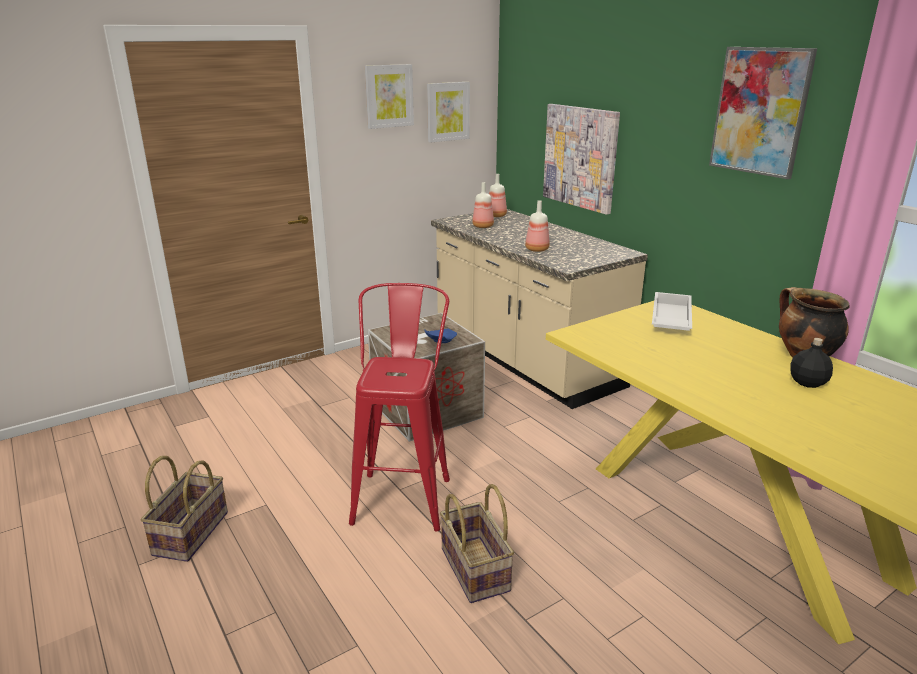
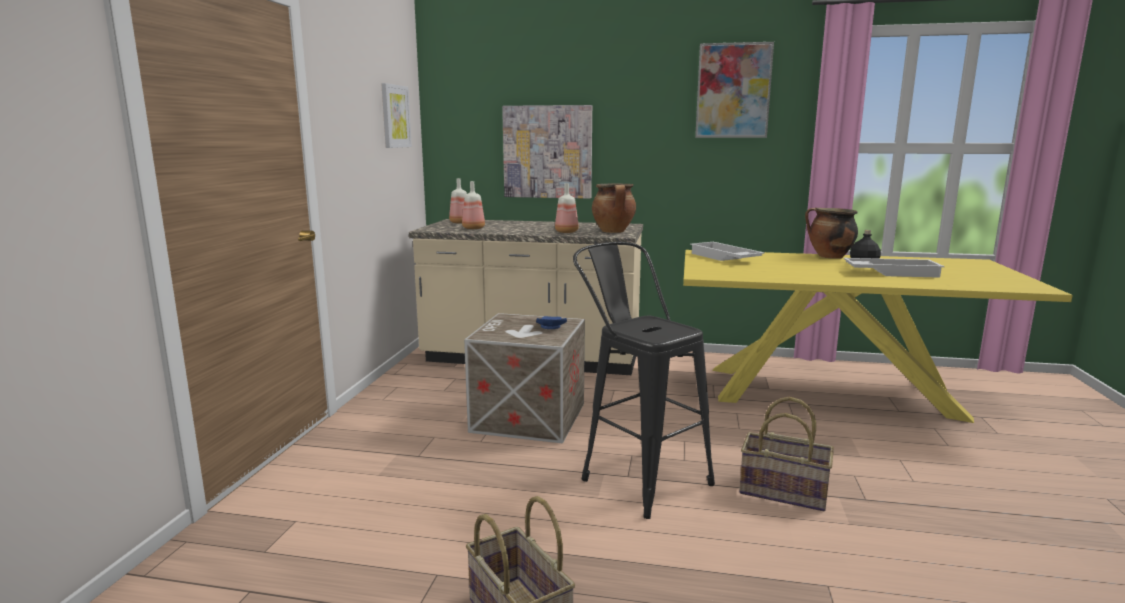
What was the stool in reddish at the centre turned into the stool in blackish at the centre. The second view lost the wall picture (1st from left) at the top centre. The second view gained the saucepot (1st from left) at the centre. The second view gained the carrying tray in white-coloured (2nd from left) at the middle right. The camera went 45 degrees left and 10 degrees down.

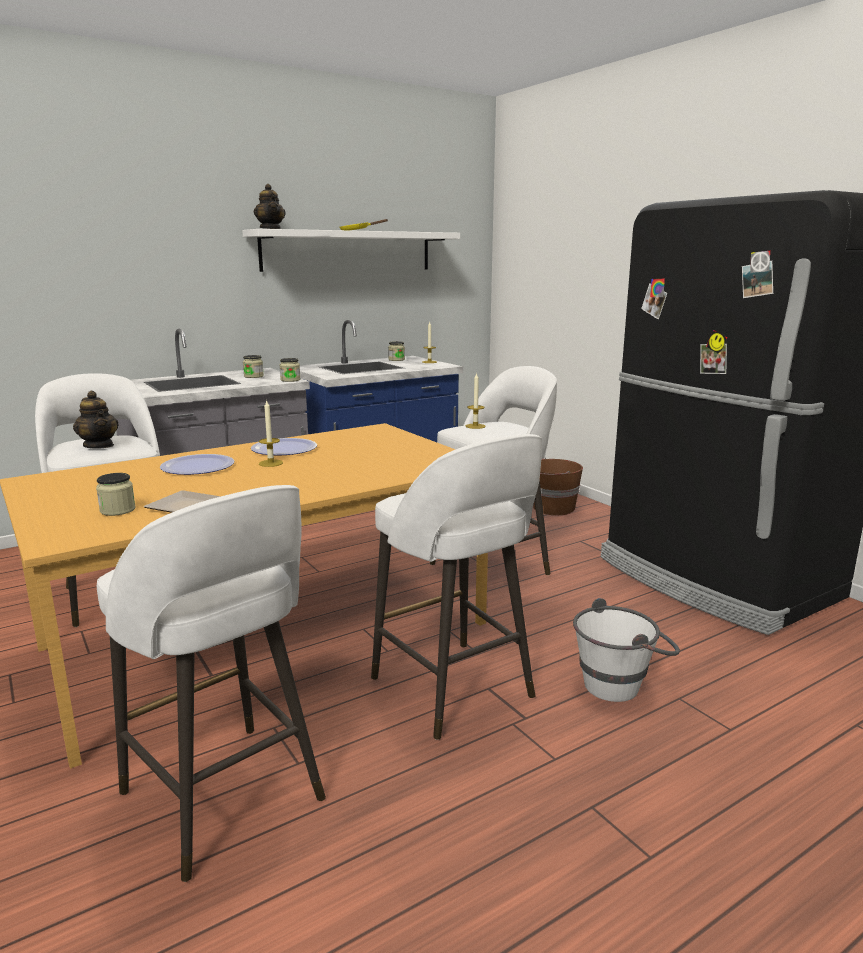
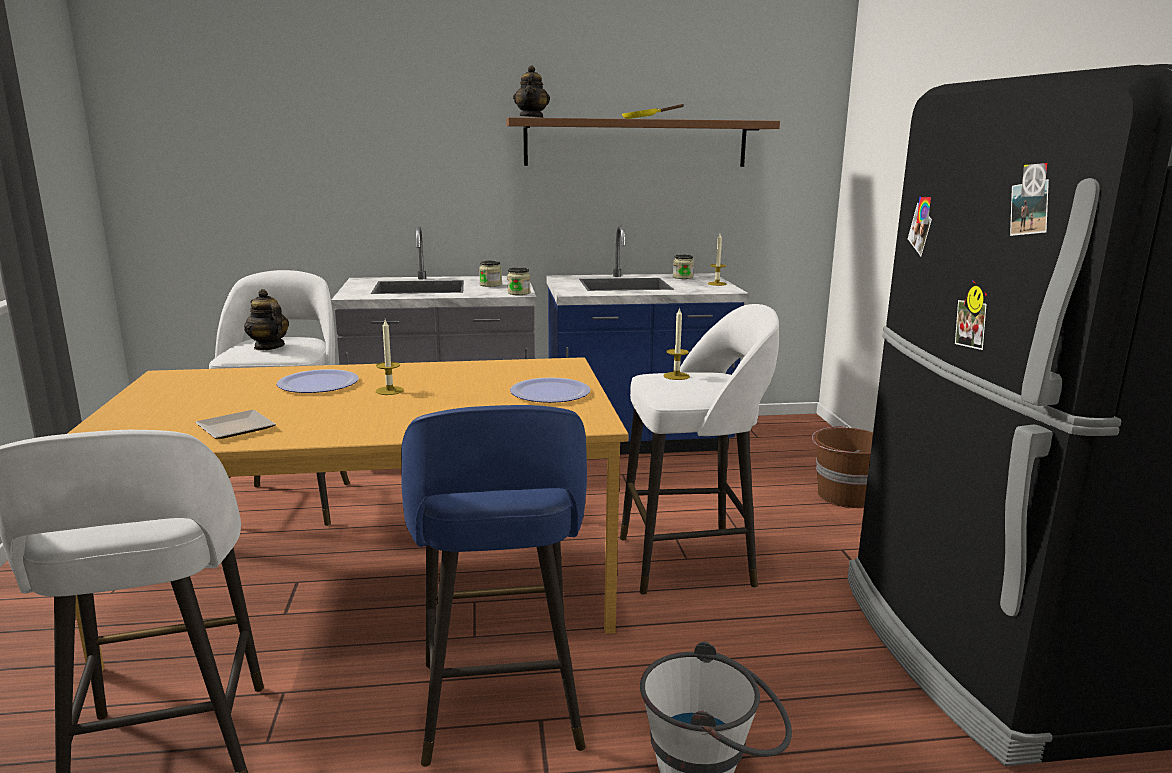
The teapot (1st from left) at the middle left ended up facing another way, 150 degrees clockwise from before. The second view lost the preserve jar (1st from left) at the middle left. What was the wall shelf in white-coloured at the top centre turned into the wall shelf in brown at the top centre. The dinner plate (3rd from left) ended up elsewhere, having gone from the middle left to the centre. What was the stool in white-coloured (3rd from left) at the centre turned into the stool in blue-coloured at the bottom centre. The camera went 25 degrees right and 0 degrees up.

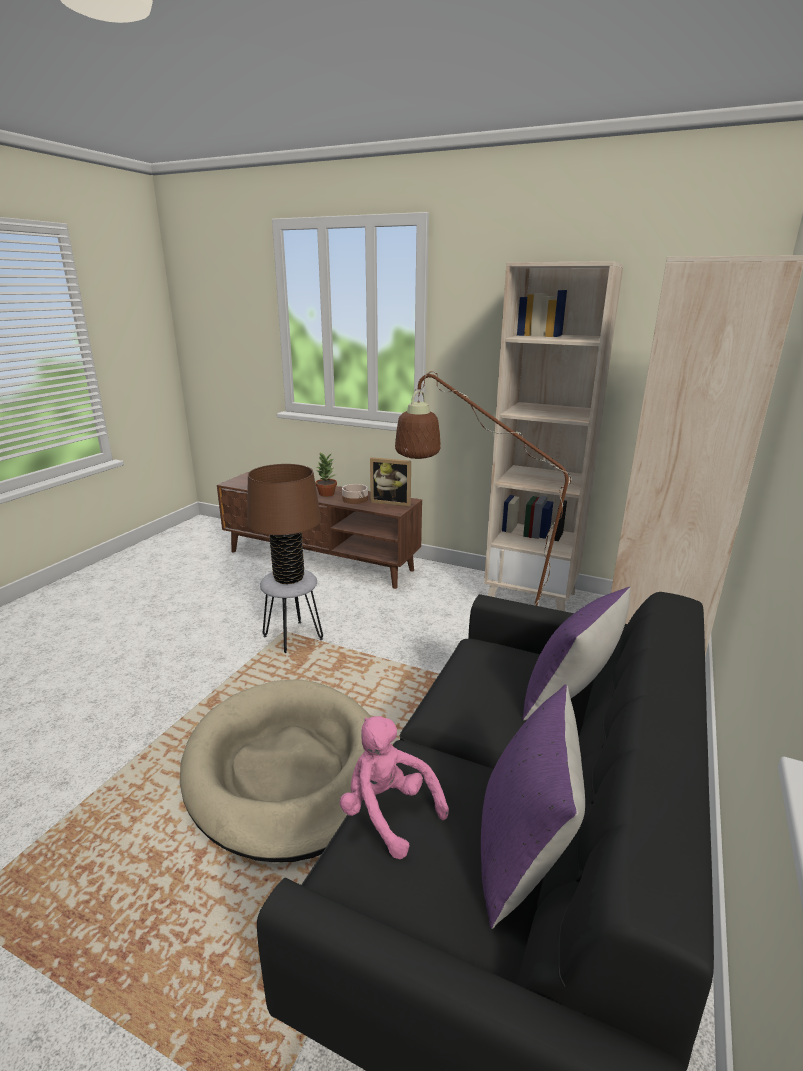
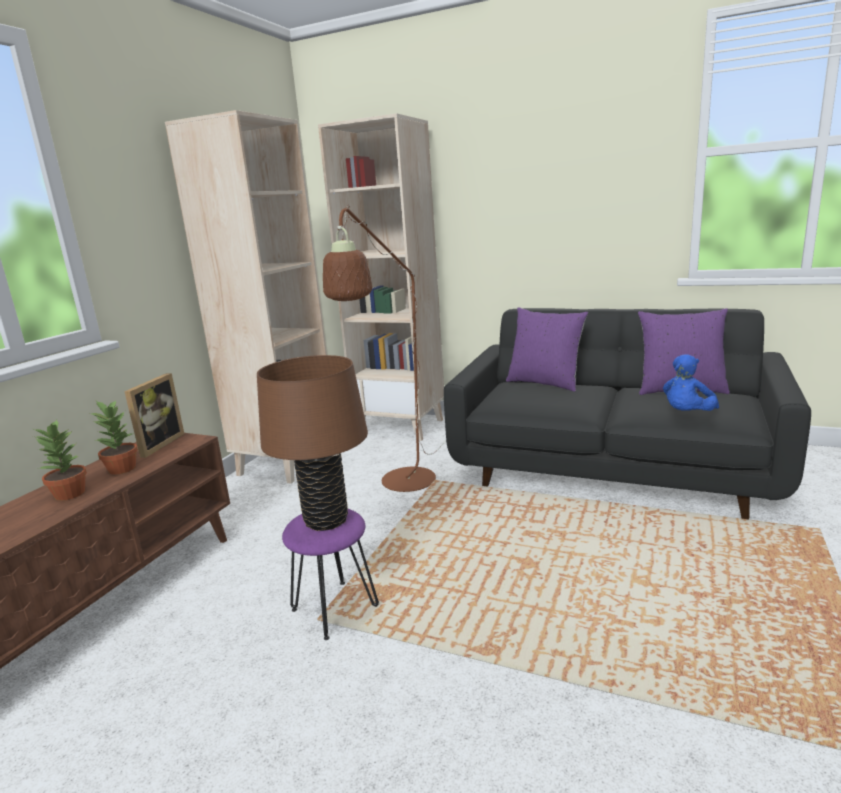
The second view lost the dog bed in beige at the bottom centre. What was the stool in gray at the centre turned into the stool in purplish at the bottom centre. What was the soft toy in pinkish at the bottom centre turned into the soft toy in blue-coloured at the middle right. Where the bowl stood at the centre, the potted plant (2nd from left) came to stand at the middle left. The camera went 90 degrees left and 5 degrees down.

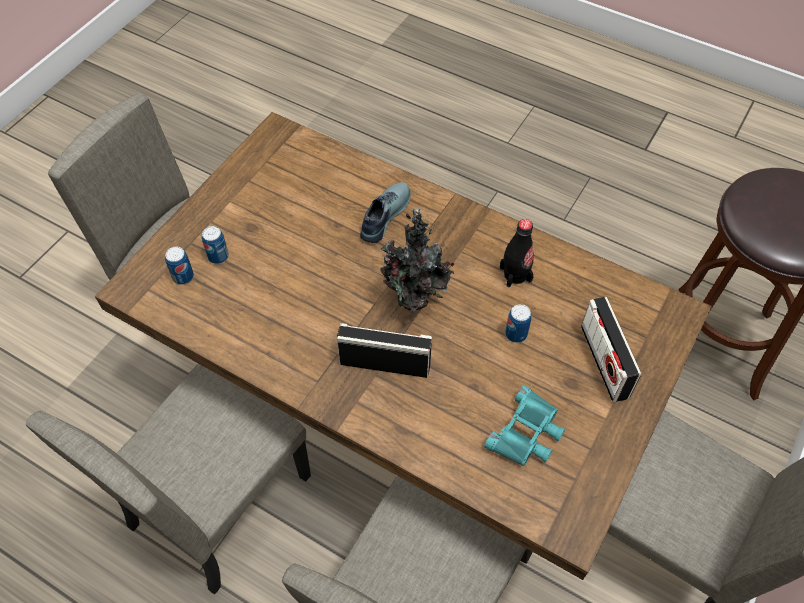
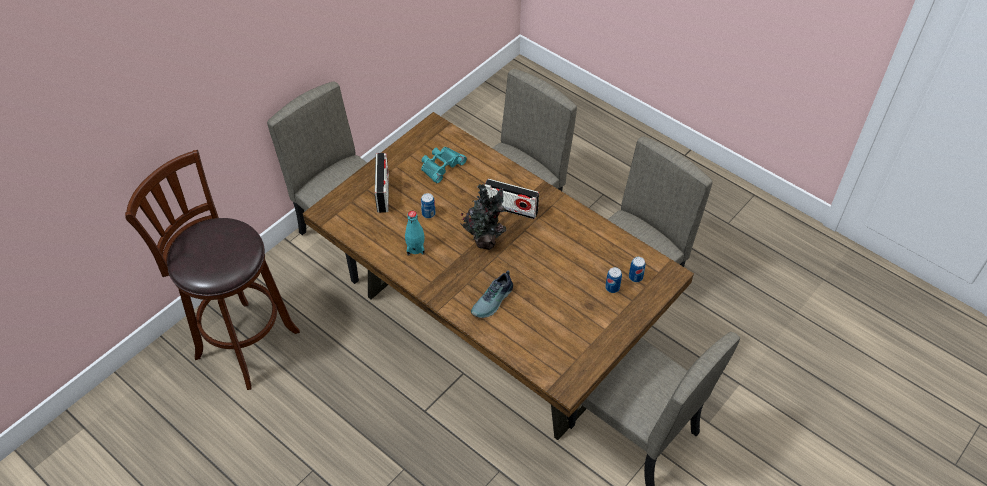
What was the bottle in blackish at the centre turned into the bottle in blue-green at the centre. The camera went 170 degrees left and 5 degrees down.

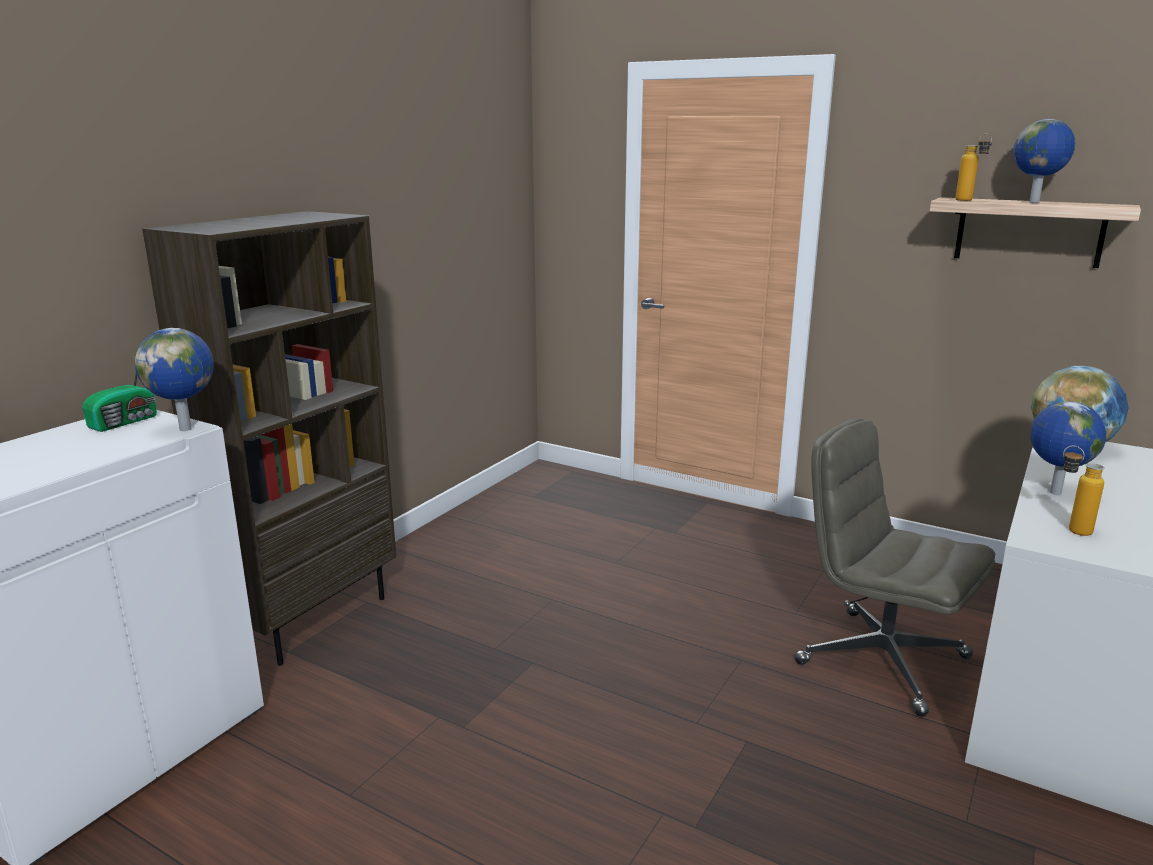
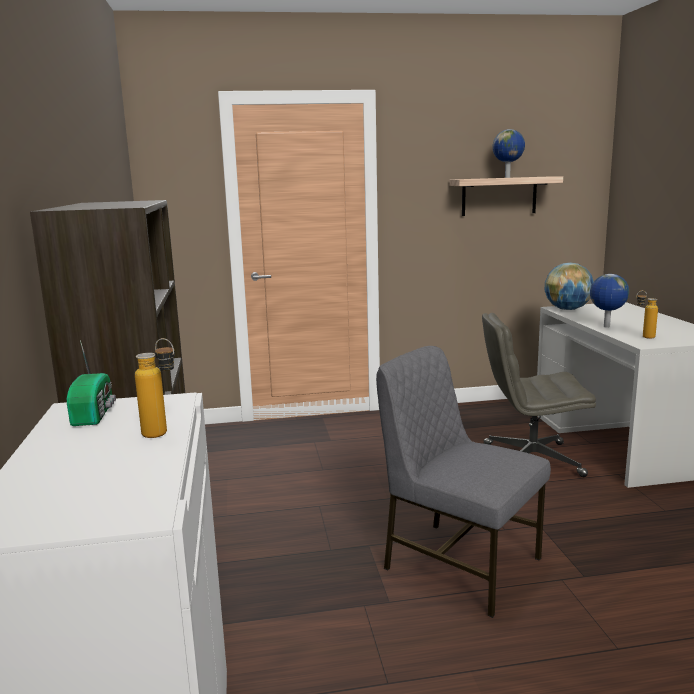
The second view lost the desk globe (1st from left) at the middle left. The bottle (1st from left) ended up elsewhere, having gone from the top right to the middle left. The second view gained the chair in gray at the bottom right. The camera went 40 degrees left and 5 degrees down.

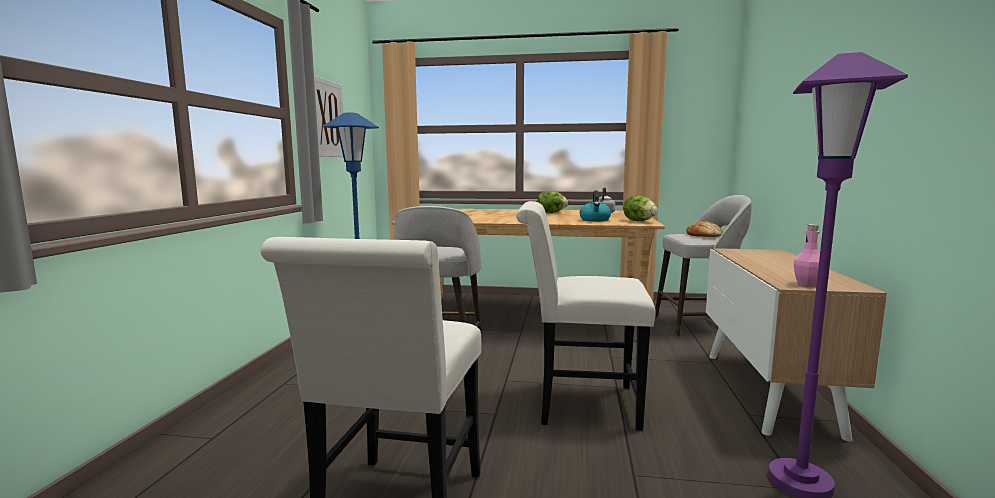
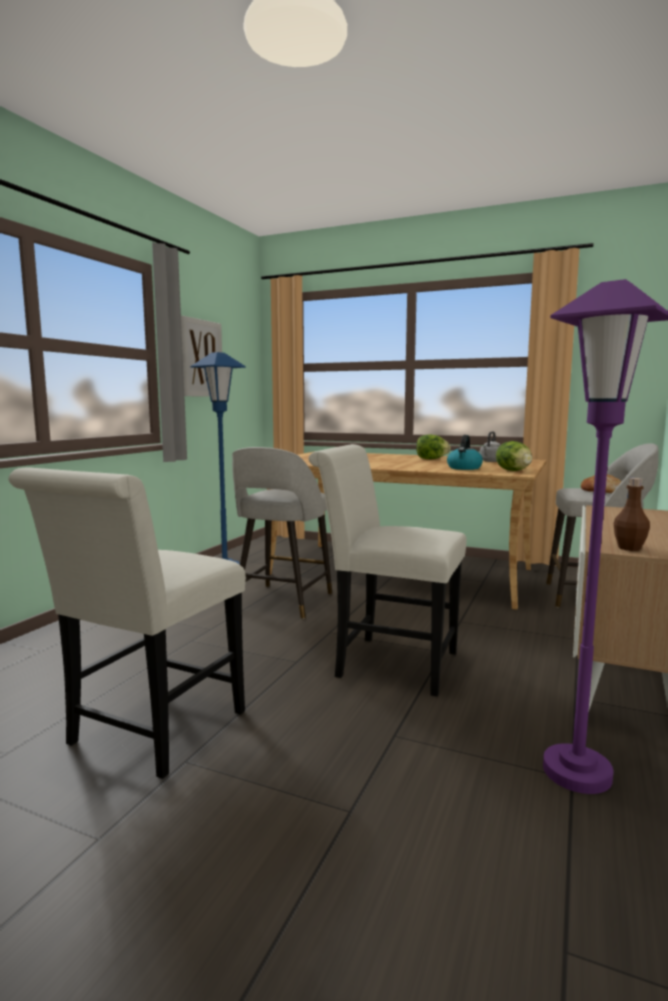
What was the bottle in pinkish at the middle right turned into the bottle in brown at the middle right. The camera went 15 degrees right and 0 degrees up.

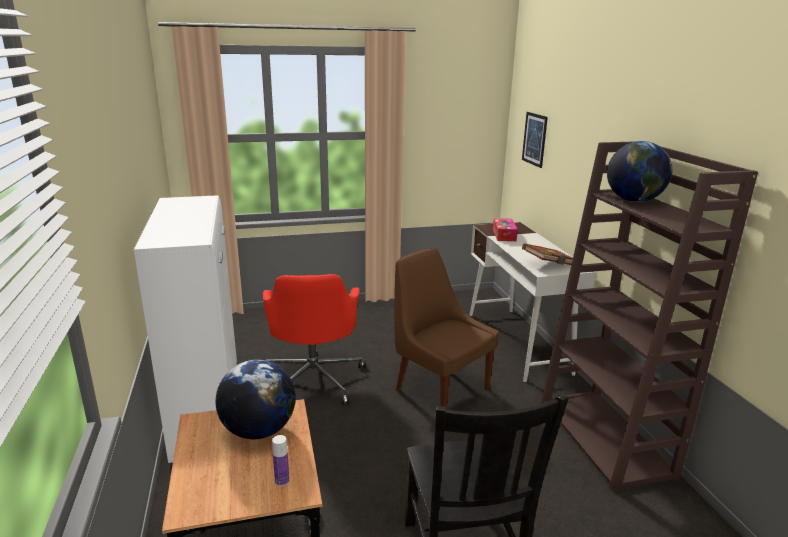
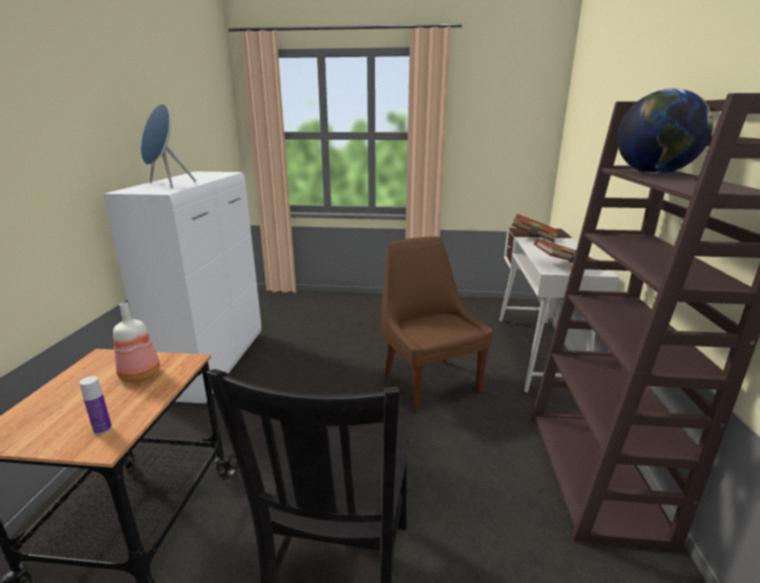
Where the desk globe (1st from left) stood at the bottom left, the bottle (2nd from left) came to stand at the middle left. The second view lost the desk chair in reddish at the centre. Where the tissue holder stood at the centre, the book in brown (1st from left) came to stand at the middle right. The second view lost the wall picture at the top right. The second view gained the loudspeaker in blue-coloured at the top left. The camera went 20 degrees right and 0 degrees up.

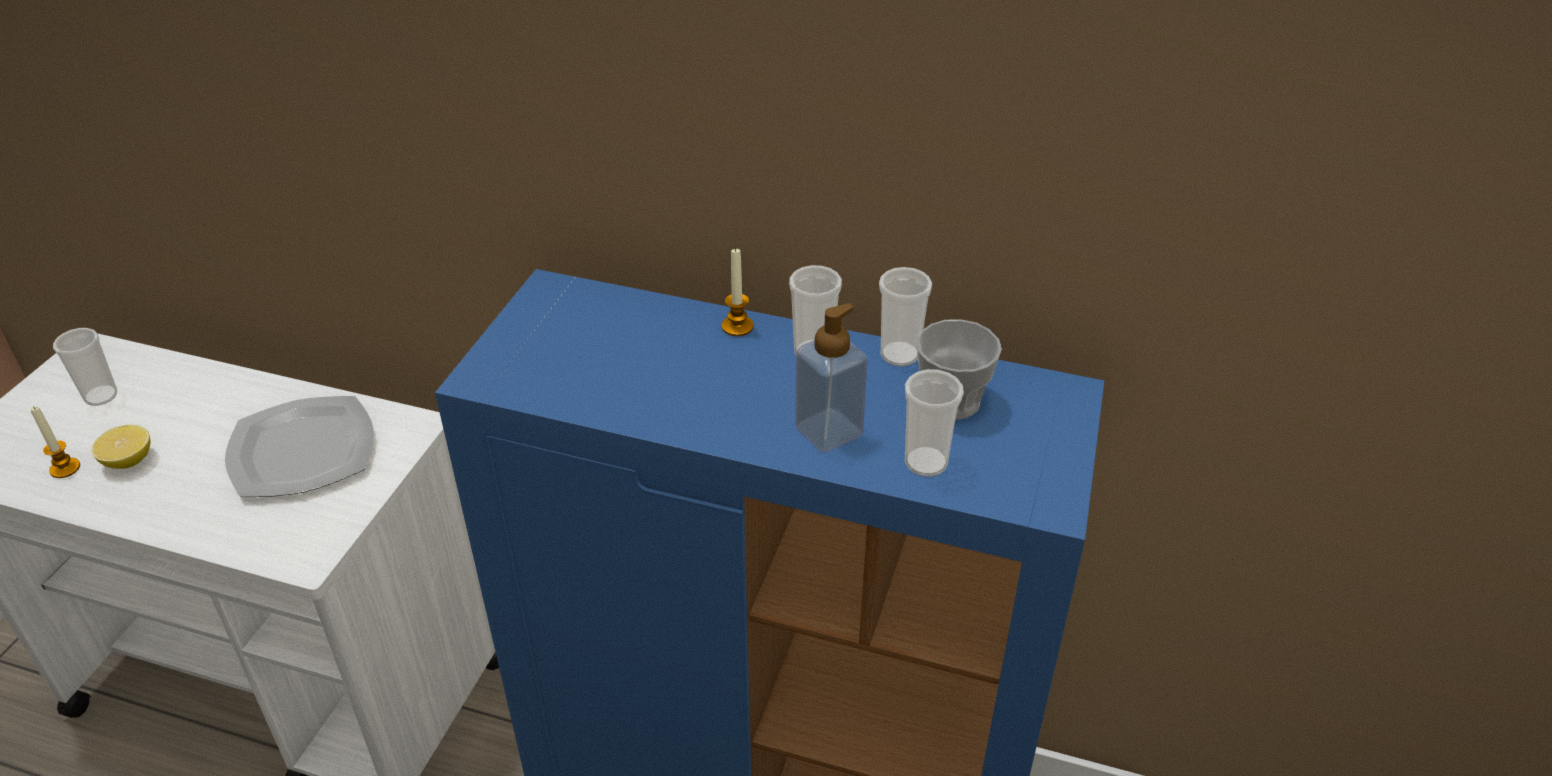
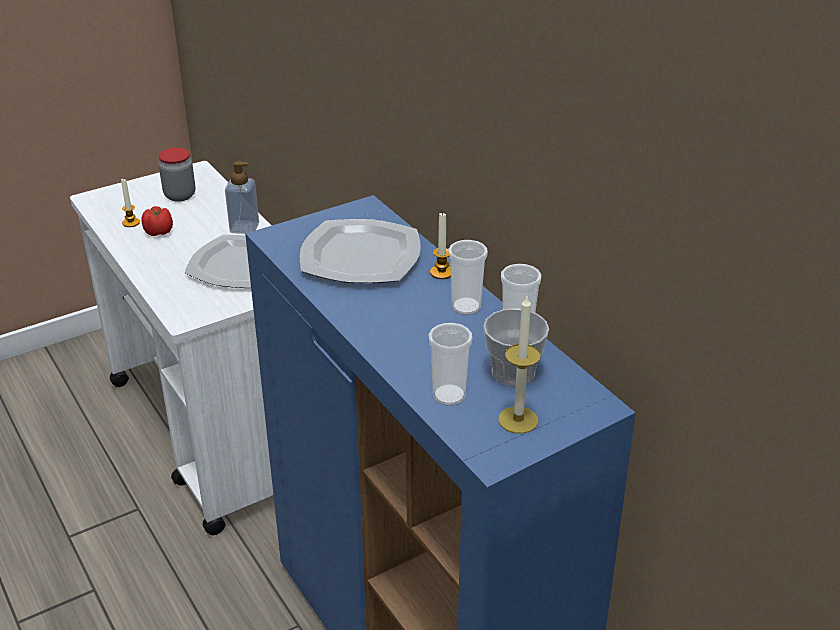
Where the drinking cup (1st from left) stood at the middle left, the preserve jar came to stand at the top left. Where the whole lemon stood at the middle left, the tomato came to stand at the middle left. The soap dispenser ended up elsewhere, having gone from the centre to the top left. The second view gained the dinner plate (2nd from left) at the centre. The second view gained the wax candle (3rd from left) at the centre. The camera went 40 degrees right and 5 degrees down.

